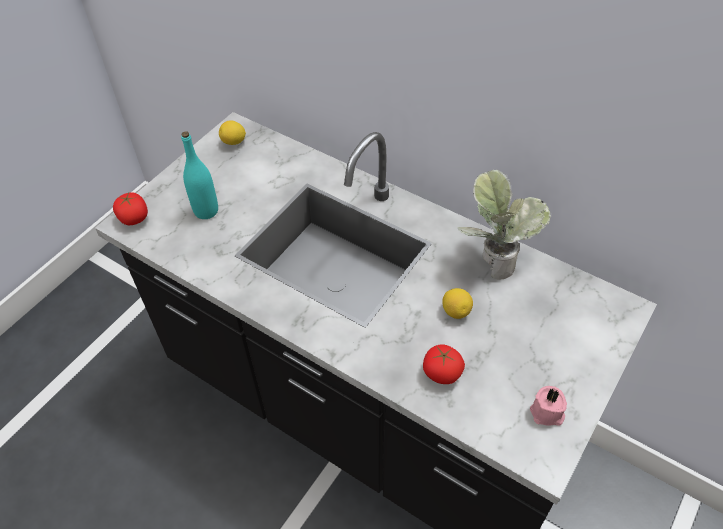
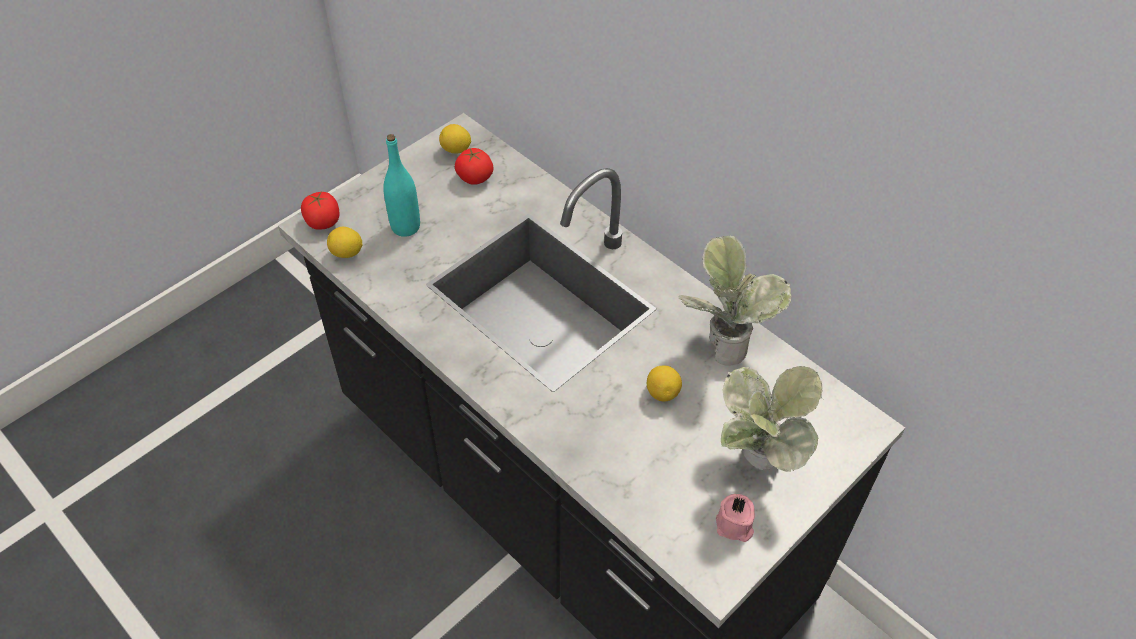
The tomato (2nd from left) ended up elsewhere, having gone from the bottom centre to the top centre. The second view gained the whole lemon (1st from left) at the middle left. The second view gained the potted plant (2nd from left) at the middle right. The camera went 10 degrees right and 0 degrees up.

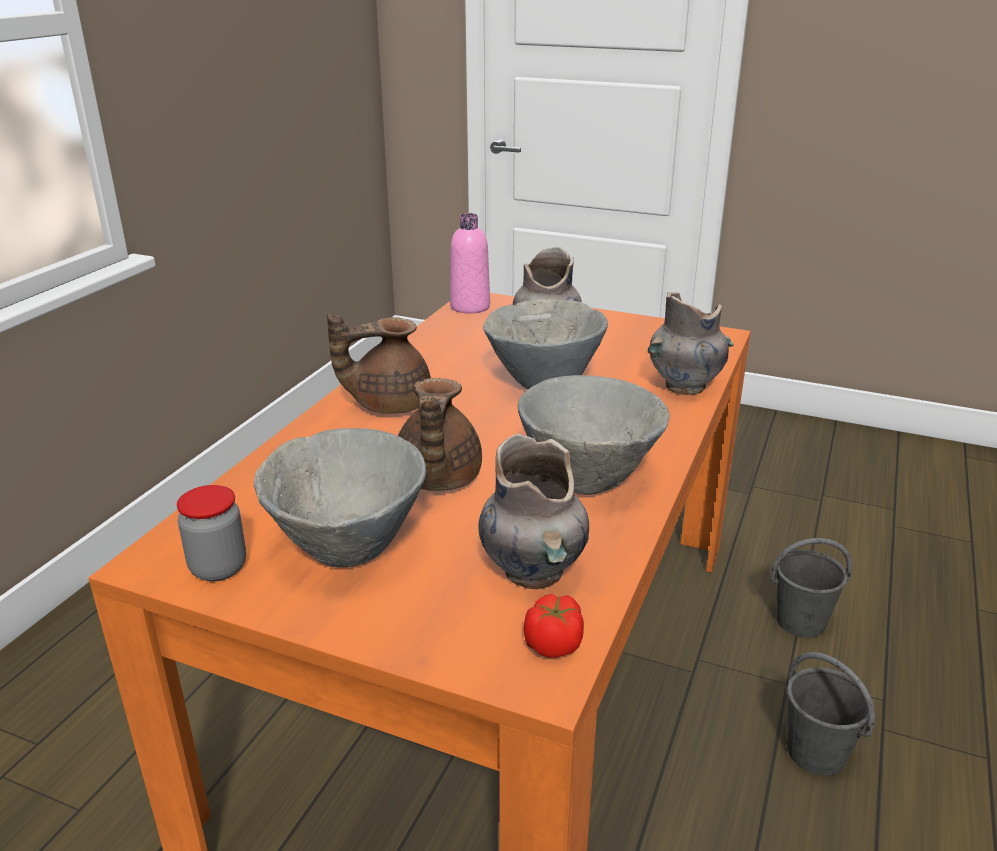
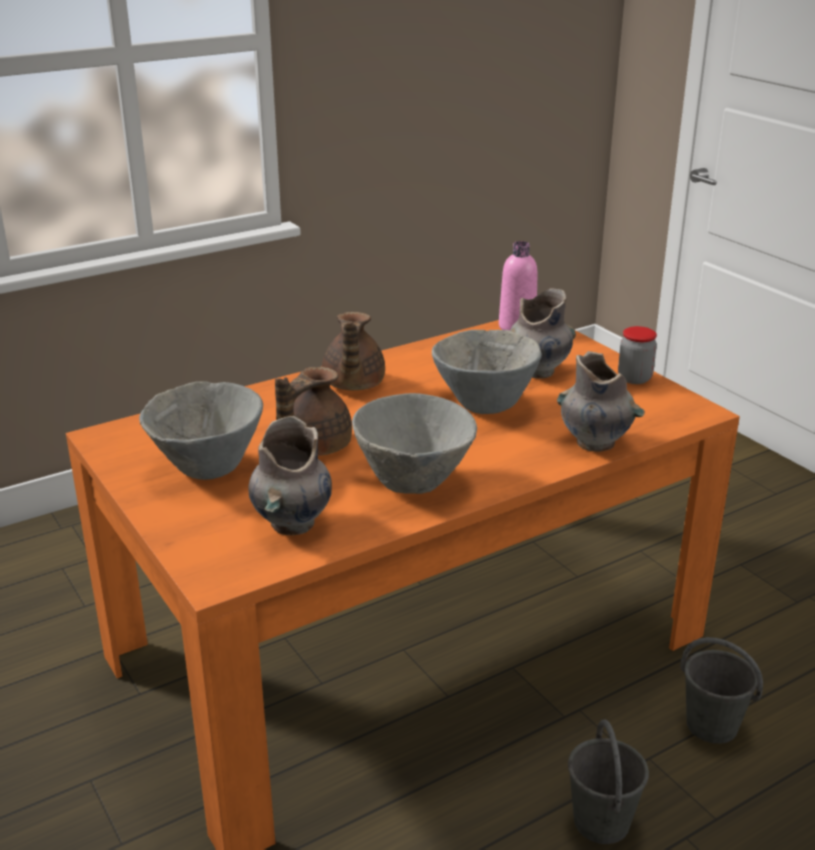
The preserve jar ended up elsewhere, having gone from the middle left to the middle right. The teapot in brown (1st from left in the first image) at the centre ended up facing another way, 105 degrees counterclockwise from before. The second view lost the tomato at the bottom centre. The camera went 35 degrees right and 0 degrees up.

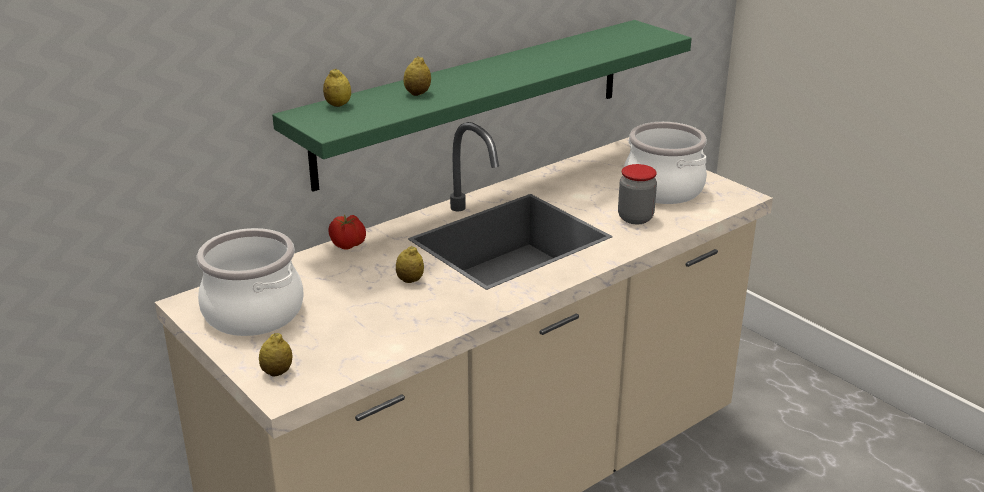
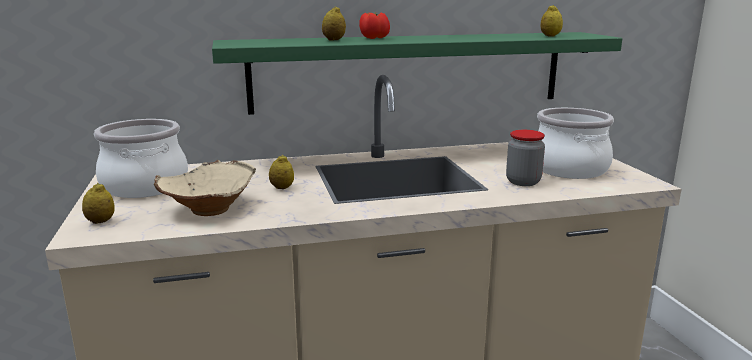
The whole lemon (2nd from left in the first image) ended up elsewhere, having gone from the top centre to the top right. The tomato ended up elsewhere, having gone from the centre to the top centre. The second view gained the bowl in beige at the middle left. The camera went 25 degrees right and 10 degrees down.

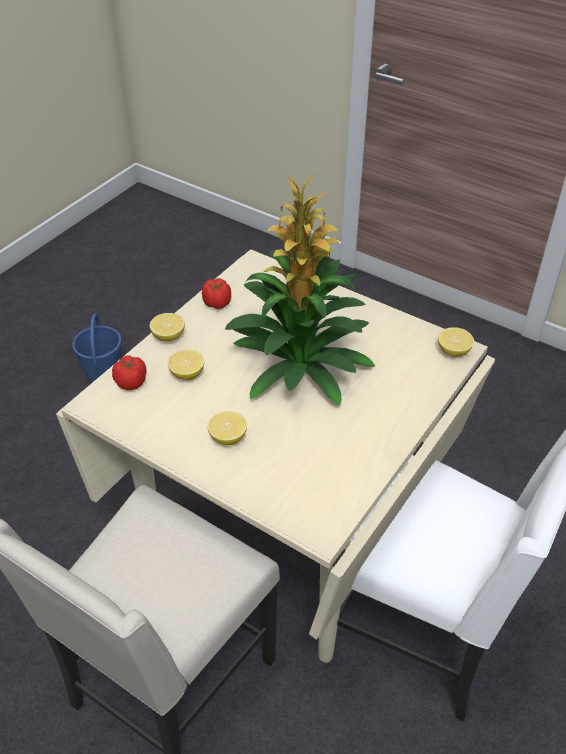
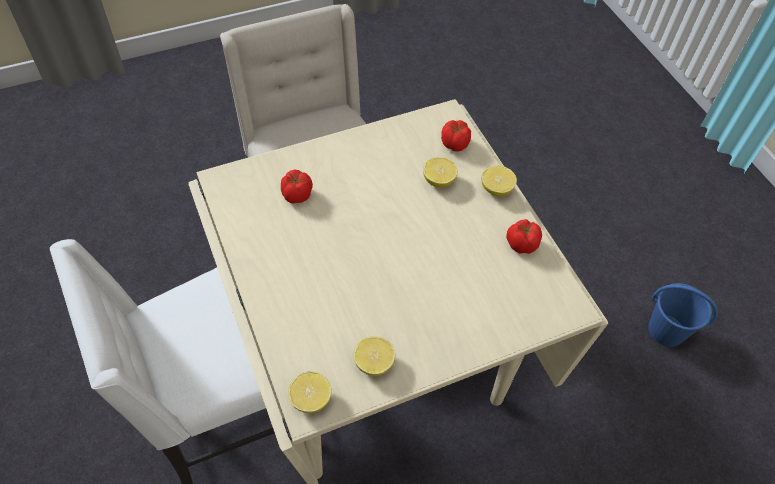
The whole lemon (3rd from left in the first image) ended up elsewhere, having gone from the centre to the bottom centre. The second view lost the potted plant at the centre. The second view gained the tomato (1st from left) at the centre. The camera went 120 degrees right and 10 degrees up.

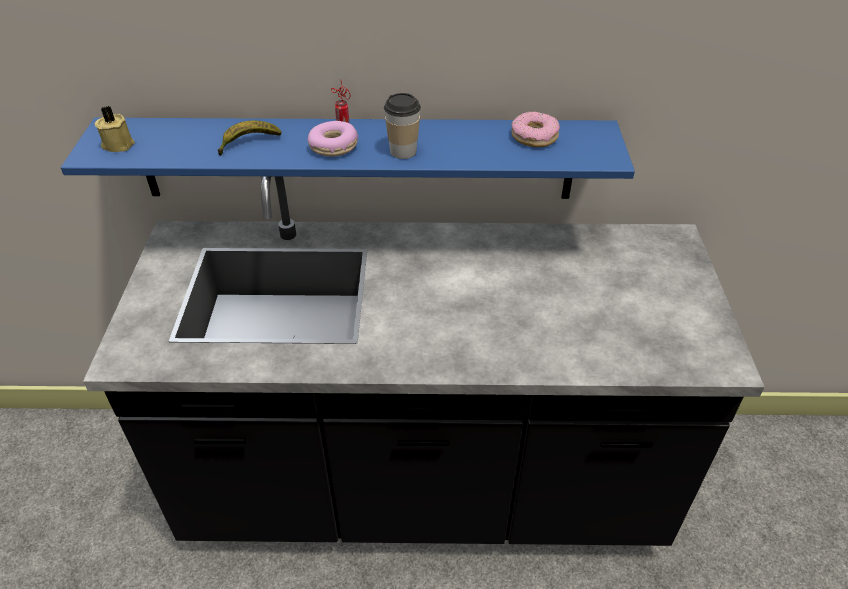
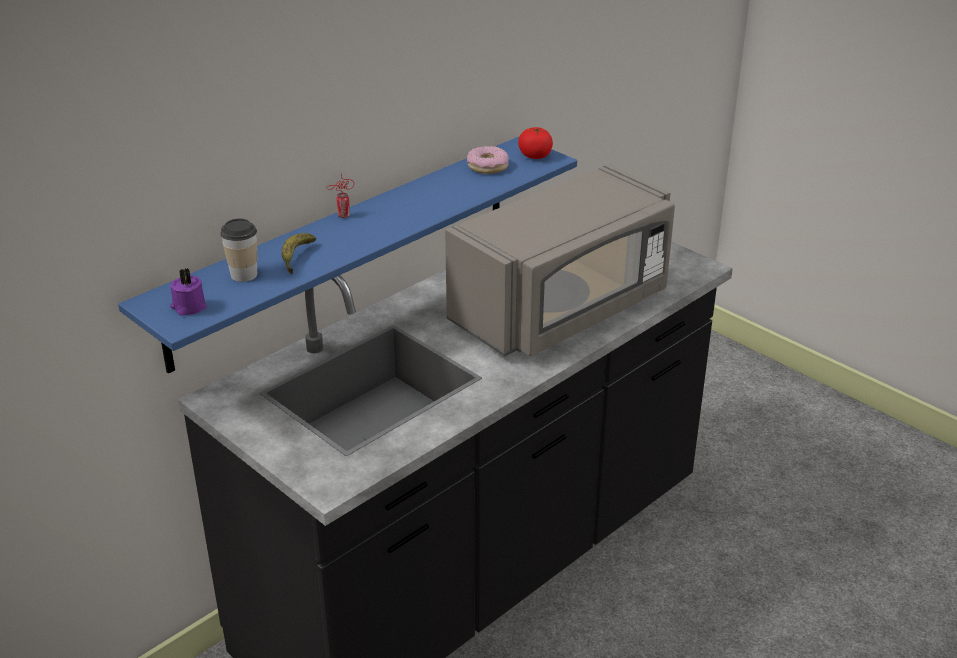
What was the wax candle in beige at the top left turned into the wax candle in purplish at the middle left. The second view lost the doughnut (1st from left) at the top centre. The drinking cup ended up elsewhere, having gone from the top centre to the middle left. The second view gained the microwave oven in gray at the centre. The second view gained the tomato at the top centre. The camera went 45 degrees left and 10 degrees down.

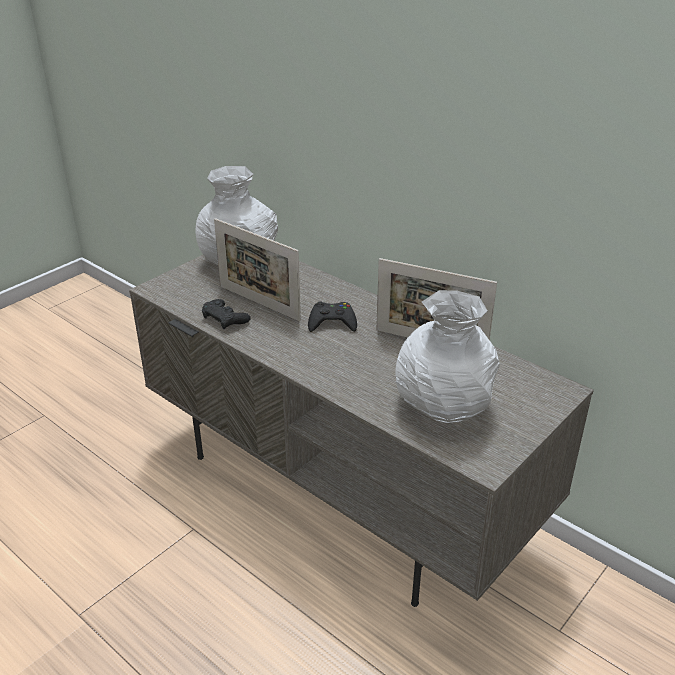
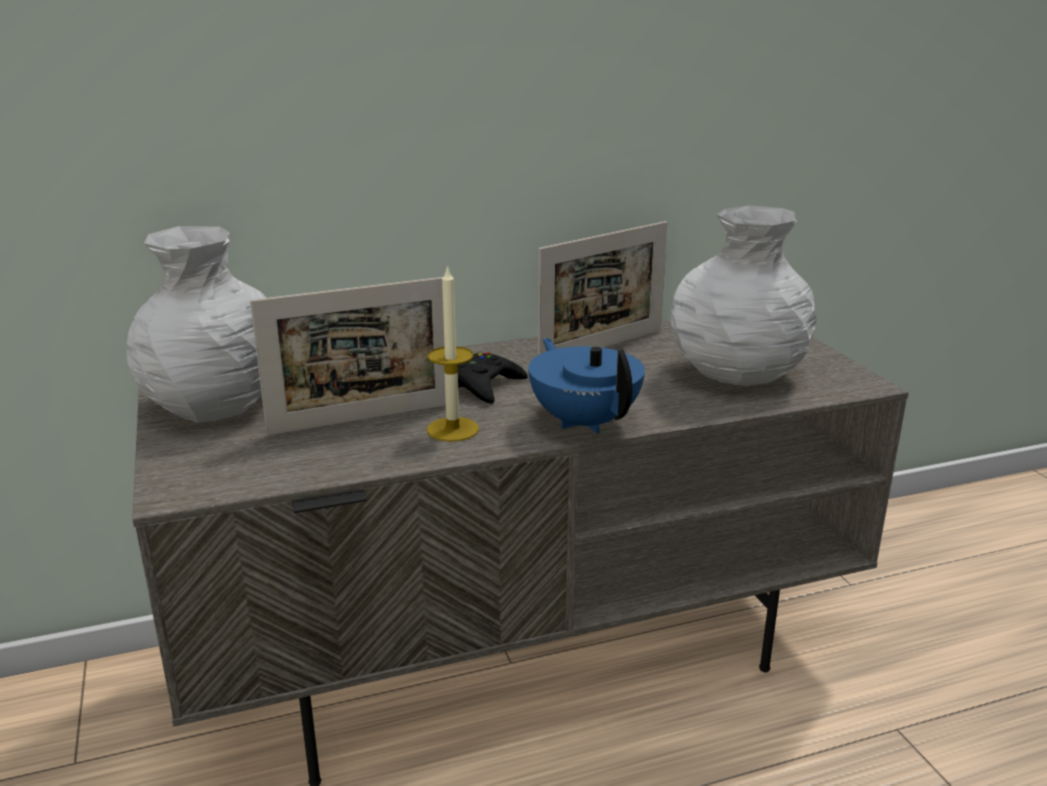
The second view lost the gamepad in blackish (1st from left) at the centre. The second view gained the wax candle at the centre. The second view gained the teapot in blue-coloured at the centre. The camera went 60 degrees left and 10 degrees down.

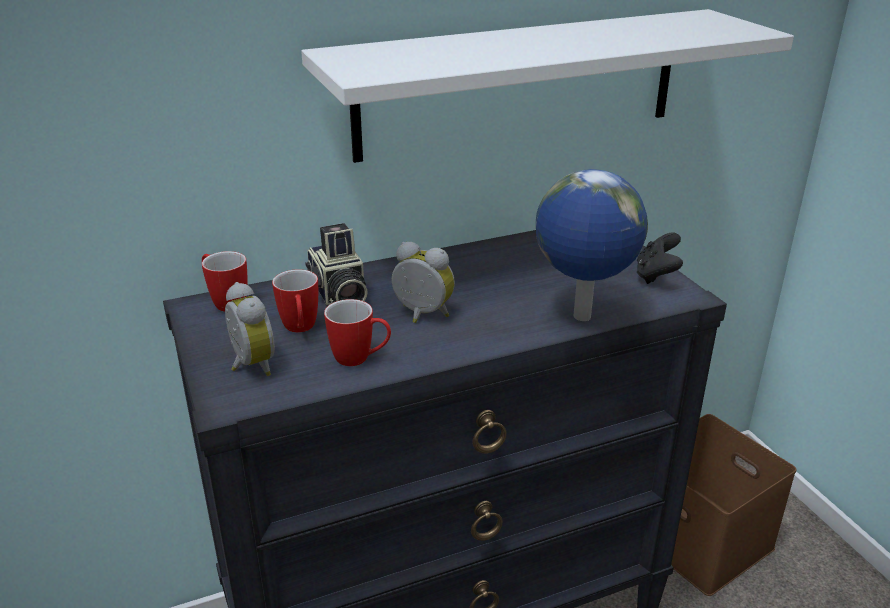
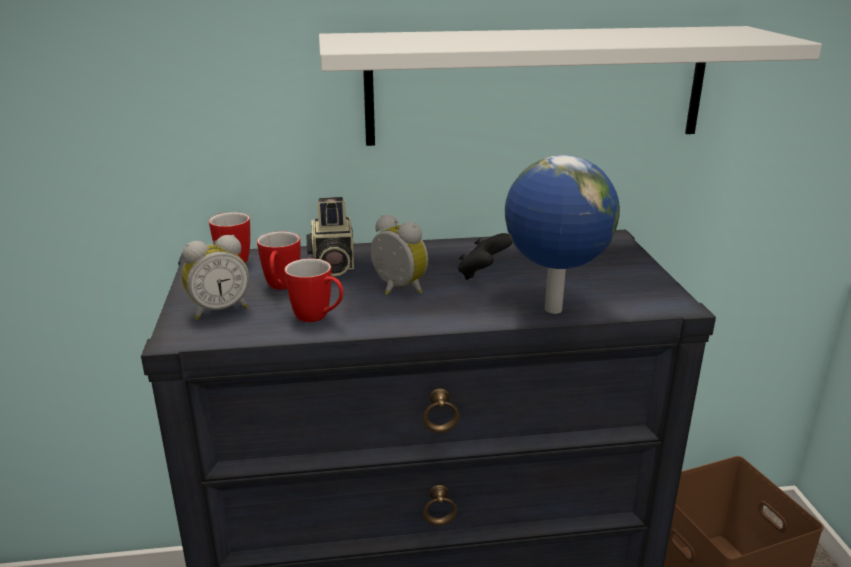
The alarm clock (1st from left) at the middle left ended up facing another way, 75 degrees clockwise from before. The gamepad in blackish ended up elsewhere, having gone from the middle right to the centre. The camera went 15 degrees right and 5 degrees down.

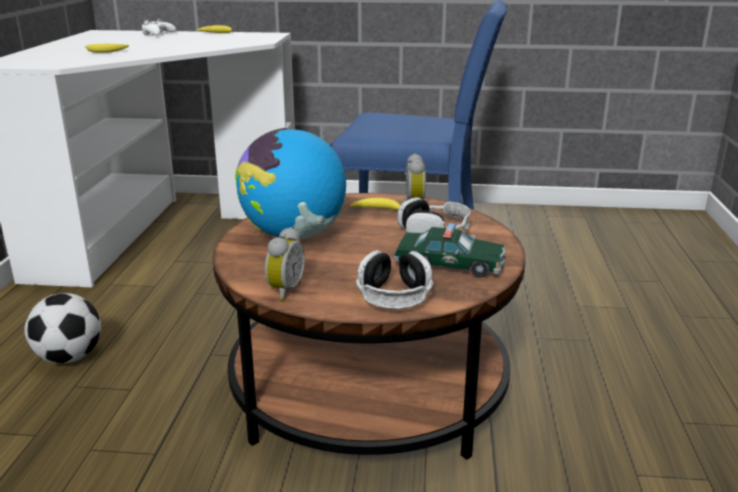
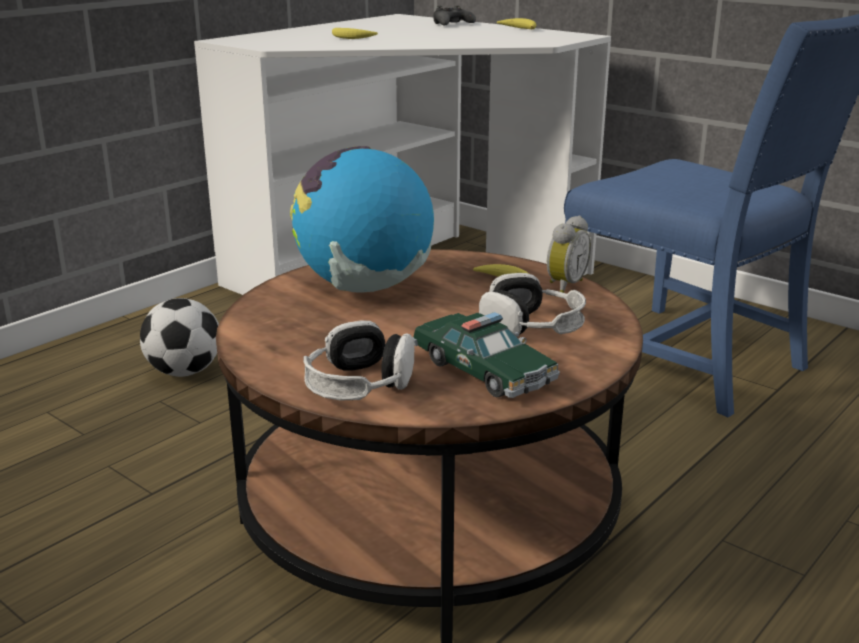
What was the gamepad in white-coloured at the top left turned into the gamepad in blackish at the top centre. The second view lost the alarm clock (1st from left) at the centre. The camera went 35 degrees right and 0 degrees up.

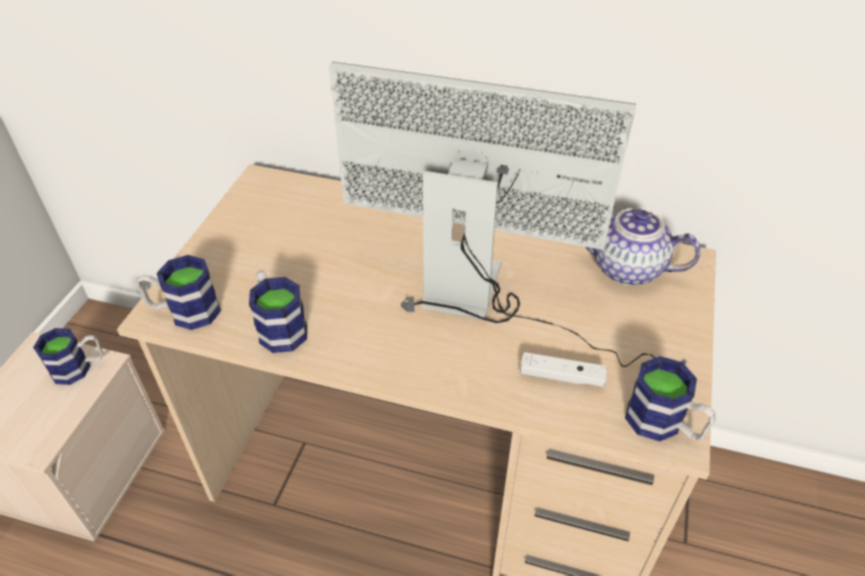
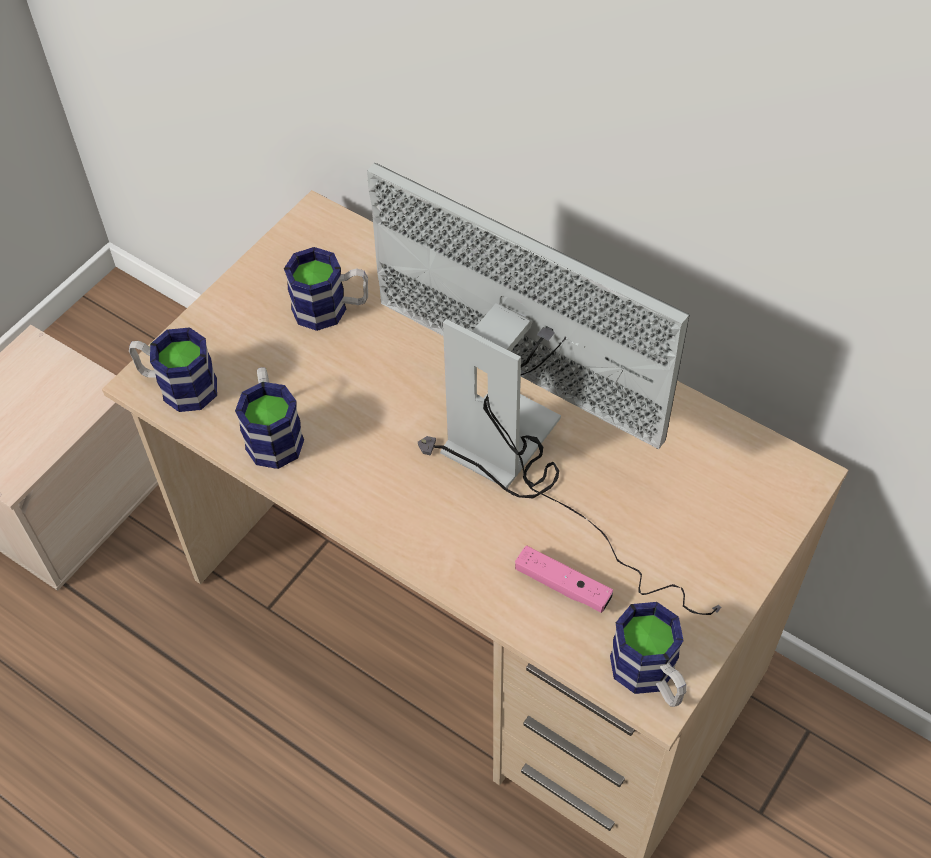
The mug (1st from left in the first image) ended up elsewhere, having gone from the middle left to the centre. What was the gamepad in white-coloured at the centre turned into the gamepad in pinkish at the bottom centre. The second view lost the teapot at the middle right. The camera went 20 degrees right and 10 degrees up.

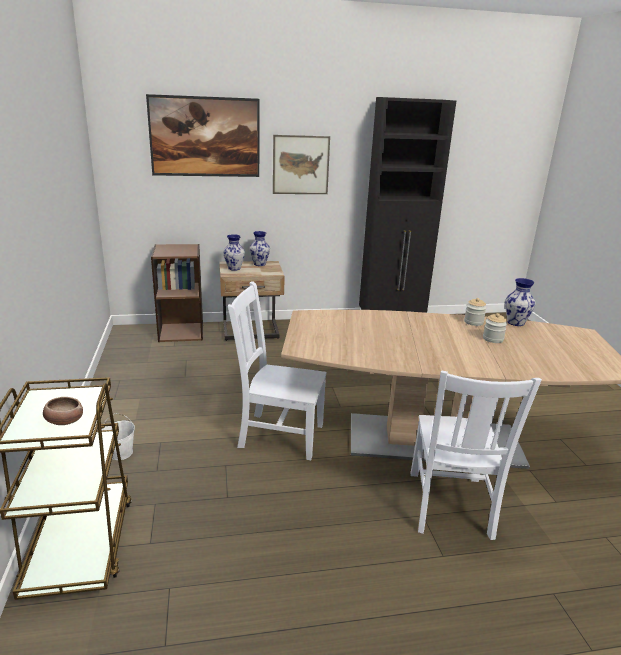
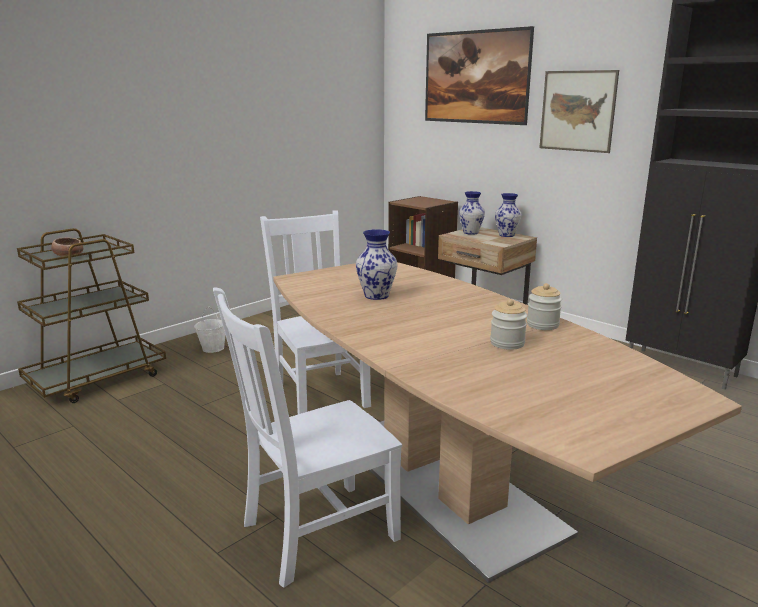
The vase (3rd from left in the first image) ended up elsewhere, having gone from the middle right to the centre. The camera went 55 degrees right and 5 degrees down.

